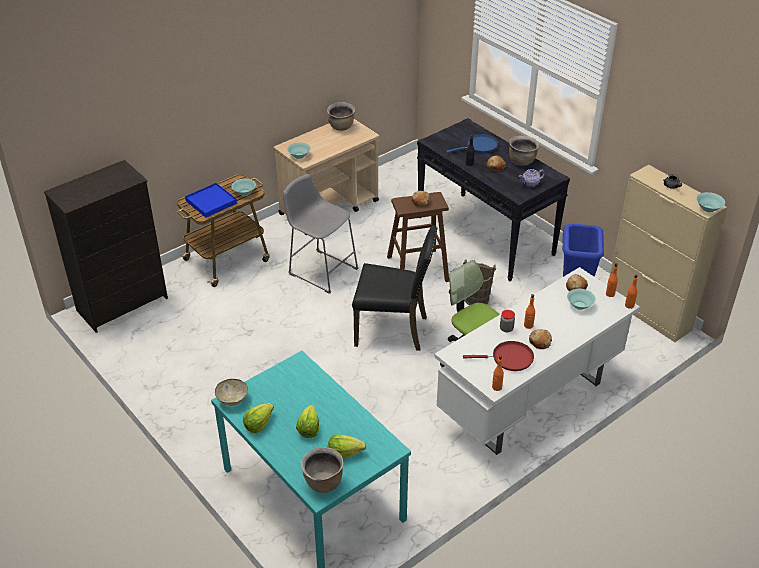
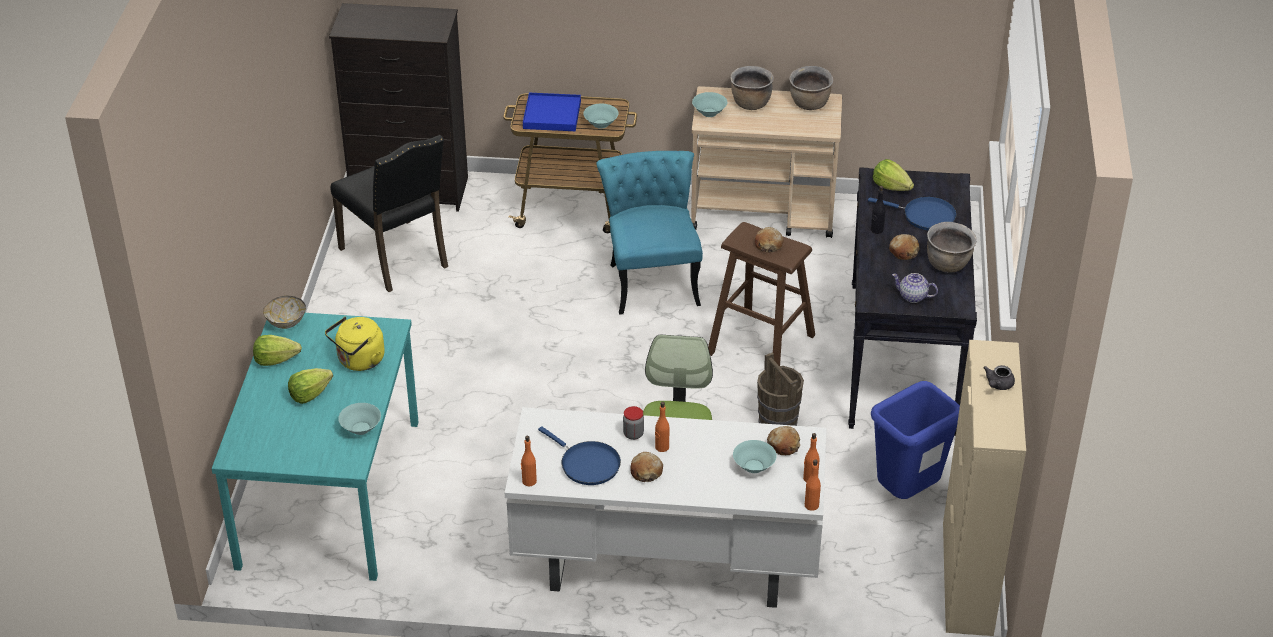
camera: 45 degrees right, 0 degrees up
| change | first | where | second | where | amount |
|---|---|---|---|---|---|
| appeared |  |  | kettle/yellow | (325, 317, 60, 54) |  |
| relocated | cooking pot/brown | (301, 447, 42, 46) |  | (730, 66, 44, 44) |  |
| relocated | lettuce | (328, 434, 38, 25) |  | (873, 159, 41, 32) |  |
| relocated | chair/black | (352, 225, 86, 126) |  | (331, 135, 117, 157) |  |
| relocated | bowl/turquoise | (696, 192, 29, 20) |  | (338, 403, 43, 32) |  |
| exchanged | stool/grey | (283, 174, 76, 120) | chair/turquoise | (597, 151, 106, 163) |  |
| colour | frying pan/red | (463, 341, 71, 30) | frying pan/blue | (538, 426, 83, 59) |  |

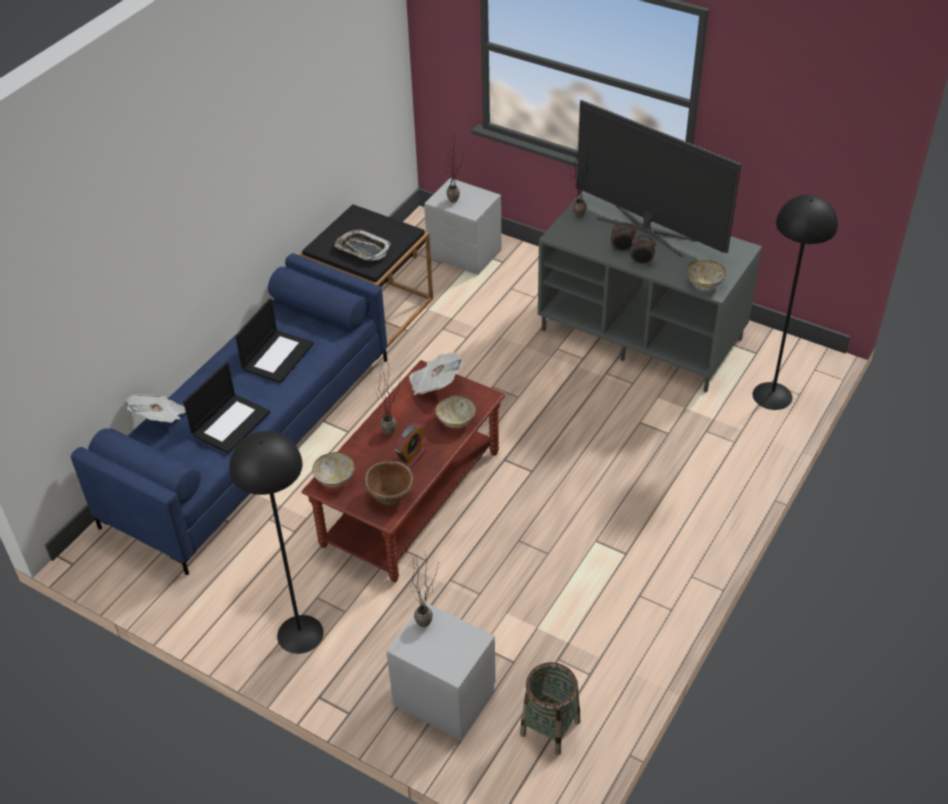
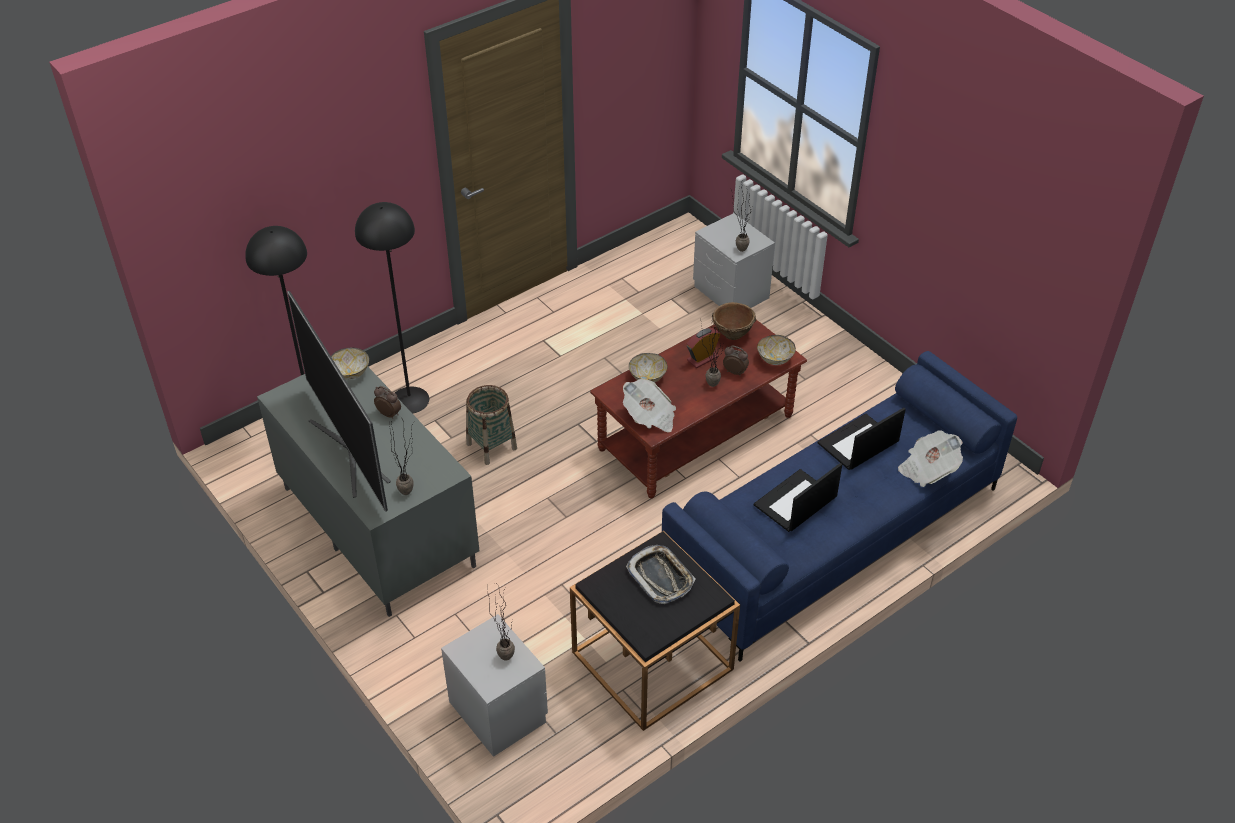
camera: 160 degrees left, 0 degrees up
| change | first | where | second | where | amount |
|---|---|---|---|---|---|
| relocated | floor lamp/black | (229, 431, 94, 223) |  | (355, 202, 74, 212) |  |
| relocated | basket | (520, 662, 60, 93) |  | (466, 385, 51, 80) |  |
| relocated | alarm clock | (611, 222, 25, 30) |  | (723, 345, 26, 31) |  |

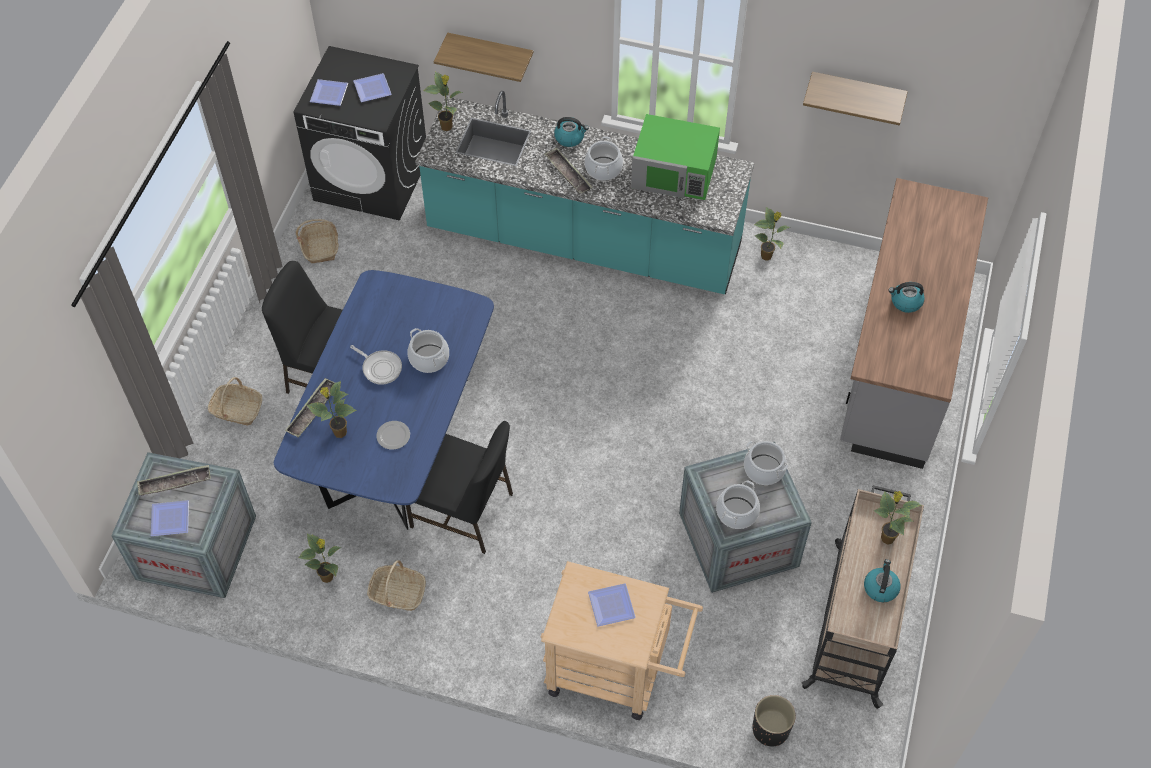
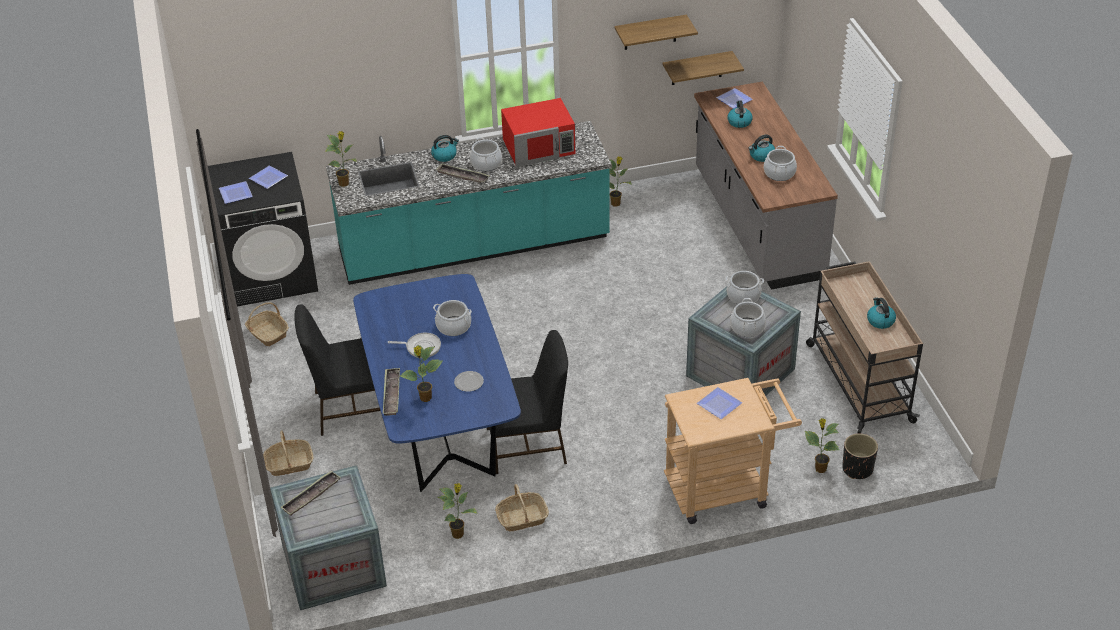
camera: 30 degrees left, 15 degrees down
| change | first | where | second | where | amount |
|---|---|---|---|---|---|
| appeared |  |  | kettle | (727, 100, 26, 28) |  |
| appeared |  |  | cooking pot | (764, 146, 33, 35) |  |
| relocated | plate | (151, 500, 38, 36) |  | (716, 88, 37, 21) |  |
| relocated | shelf | (434, 33, 100, 49) |  | (662, 51, 82, 34) |  |
| relocated | potted plant | (874, 491, 49, 54) |  | (805, 418, 34, 55) |  |
| colour | microwave/green | (631, 114, 89, 86) | microwave/red | (501, 98, 74, 69) |  |

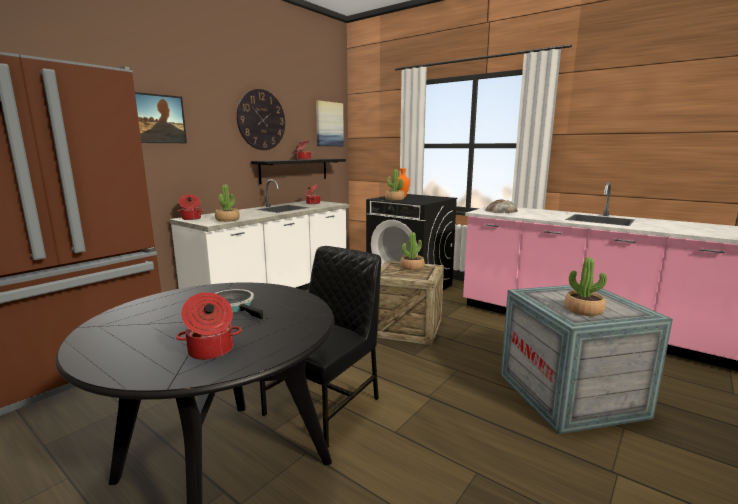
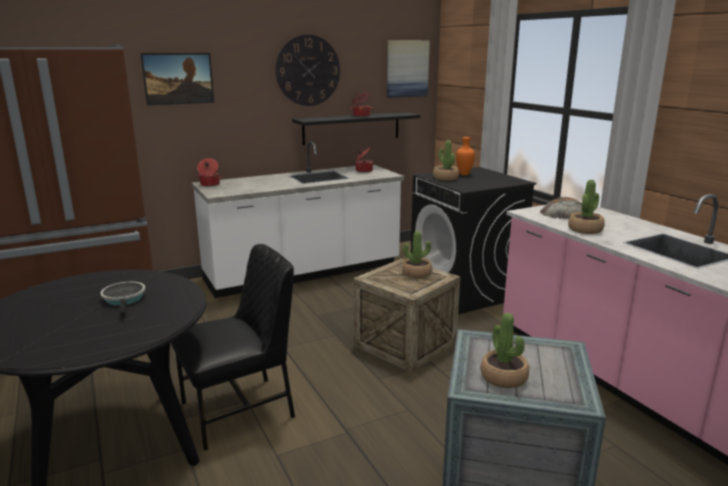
camera: 25 degrees right, 5 degrees up
| change | first | where | second | where | amount |
|---|---|---|---|---|---|
| missing | cooking pot | (176, 292, 66, 68) |  |  |  |
| relocated | potted plant | (215, 184, 25, 38) |  | (568, 180, 37, 54) |  |

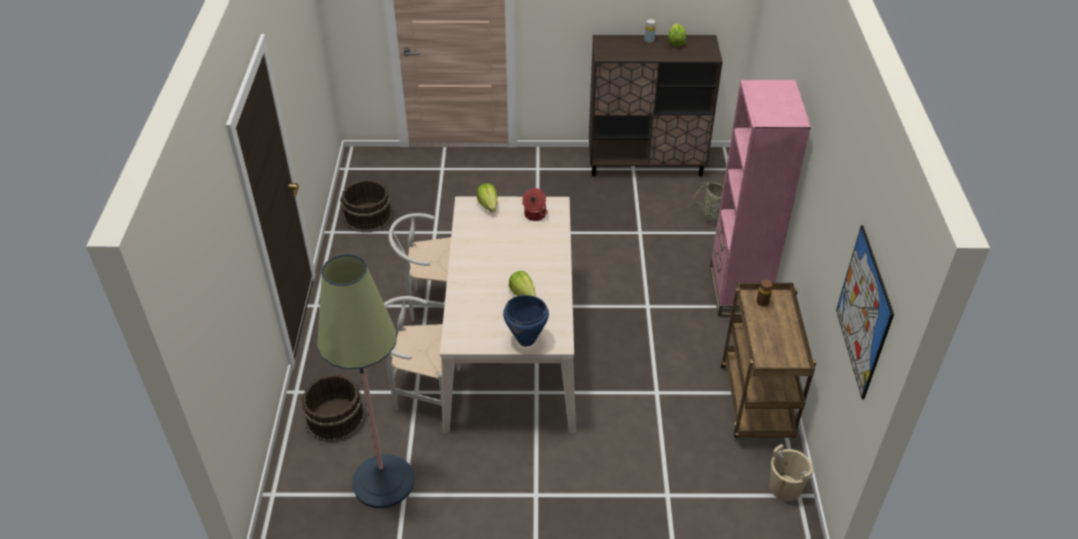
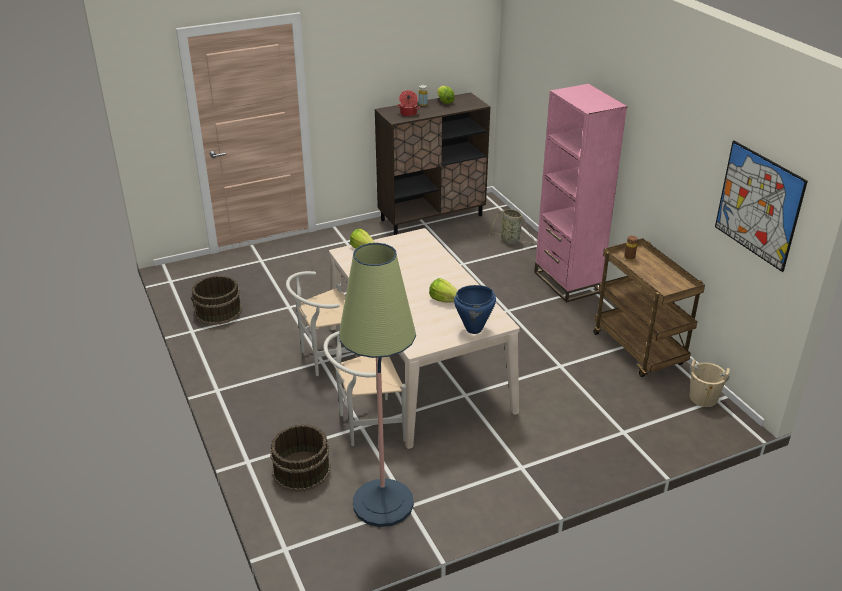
camera: 25 degrees left, 10 degrees down
| change | first | where | second | where | amount |
|---|---|---|---|---|---|
| relocated | cooking pot | (522, 188, 26, 33) |  | (397, 90, 23, 27) |  |

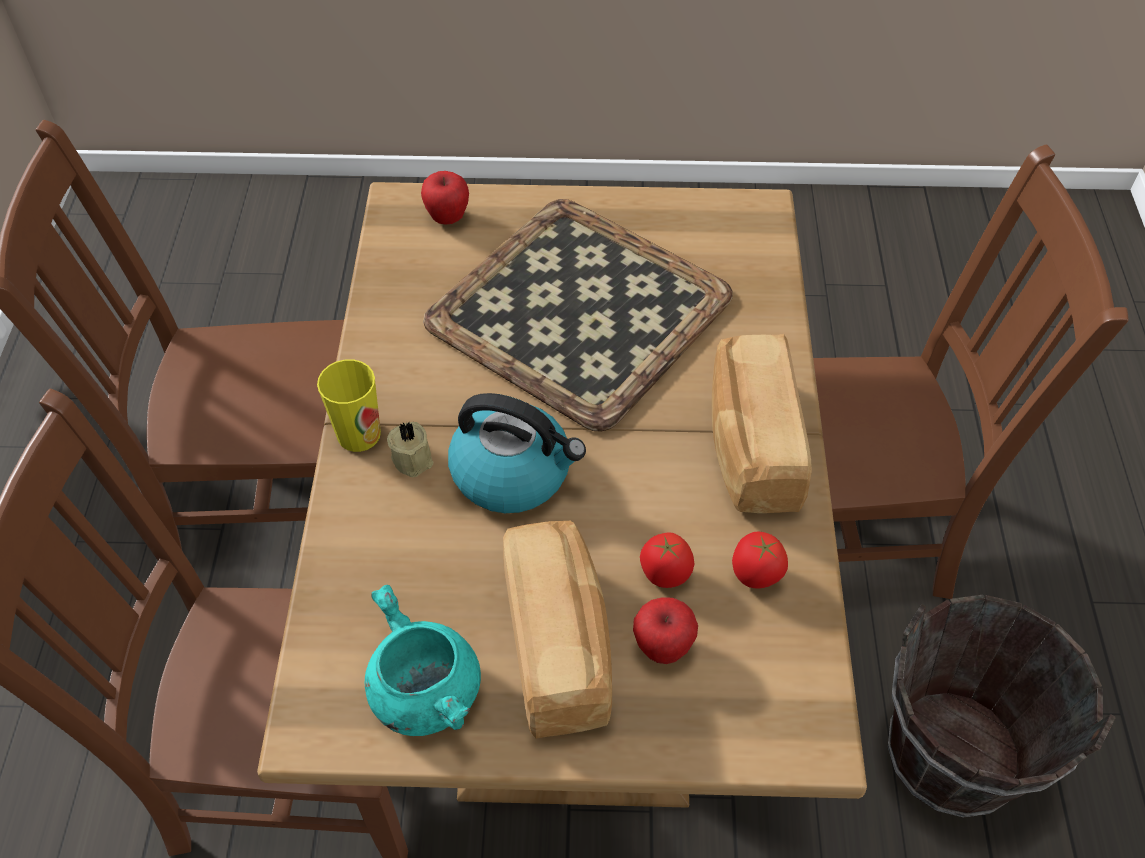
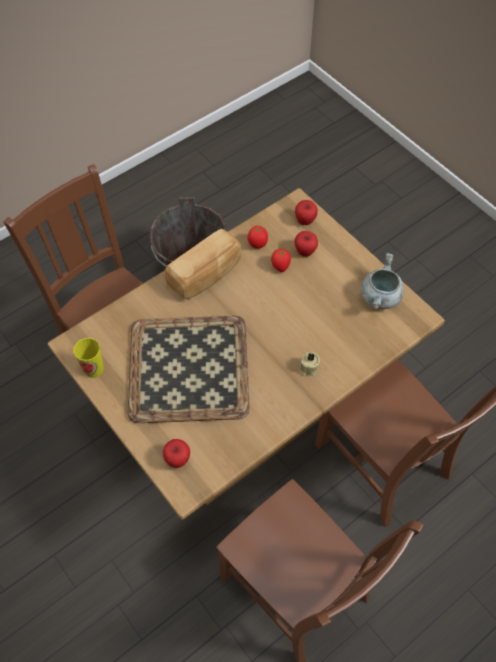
camera: 130 degrees left, 5 degrees up
| change | first | where | second | where | amount |
|---|---|---|---|---|---|
| missing | kettle | (448, 393, 138, 120) |  |  |  |
| missing | bread | (503, 521, 109, 218) |  |  |  |
| appeared |  |  | apple | (295, 200, 23, 25) |  |
| relocated | cup | (317, 359, 64, 93) |  | (74, 338, 30, 40) |  |
| colour | cooking pot/turquoise | (365, 585, 116, 151) | cooking pot/grey | (361, 253, 43, 56) |  |

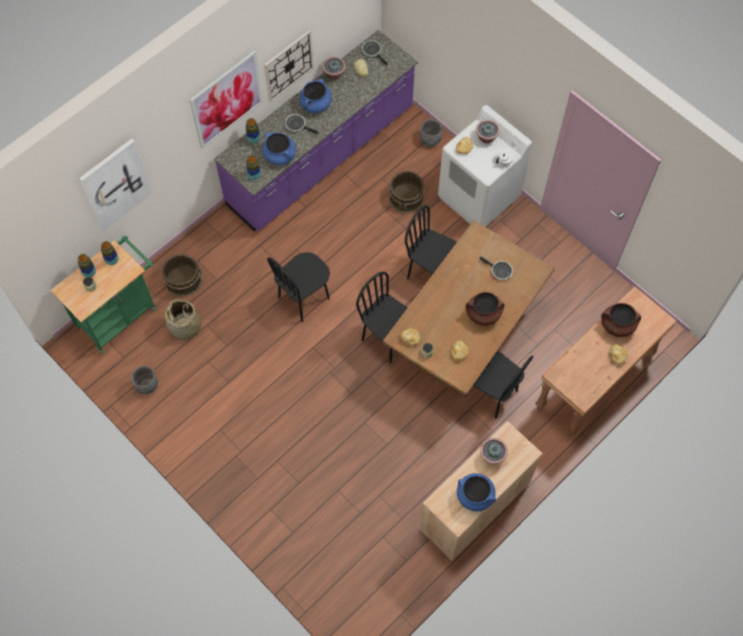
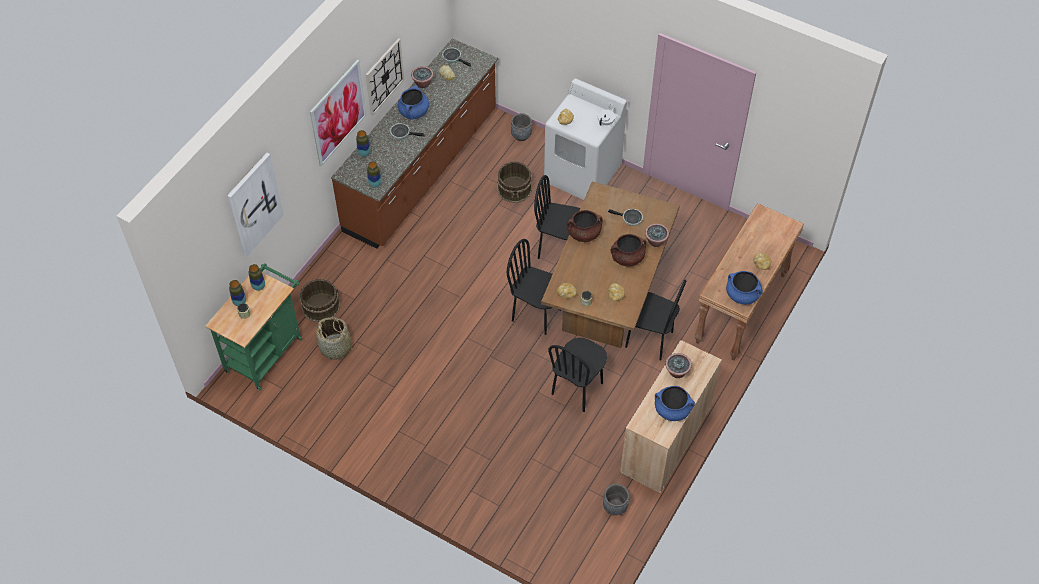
camera: 15 degrees left, 10 degrees down
| change | first | where | second | where | amount |
|---|---|---|---|---|---|
| relocated | planter/grey | (131, 366, 27, 28) |  | (603, 484, 26, 31) |  |
| relocated | cooking pot/blue | (262, 132, 34, 33) |  | (726, 271, 37, 33) |  |
| relocated | chair/black | (267, 252, 63, 70) |  | (548, 338, 59, 74) |  |
| relocated | potted plant | (476, 120, 24, 23) |  | (645, 224, 24, 23) |  |
| relocated | cooking pot/brown | (601, 303, 40, 34) |  | (566, 210, 37, 32) |  |
| colour | counter/purple | (214, 30, 204, 202) | counter/brown | (331, 38, 167, 211) |  |

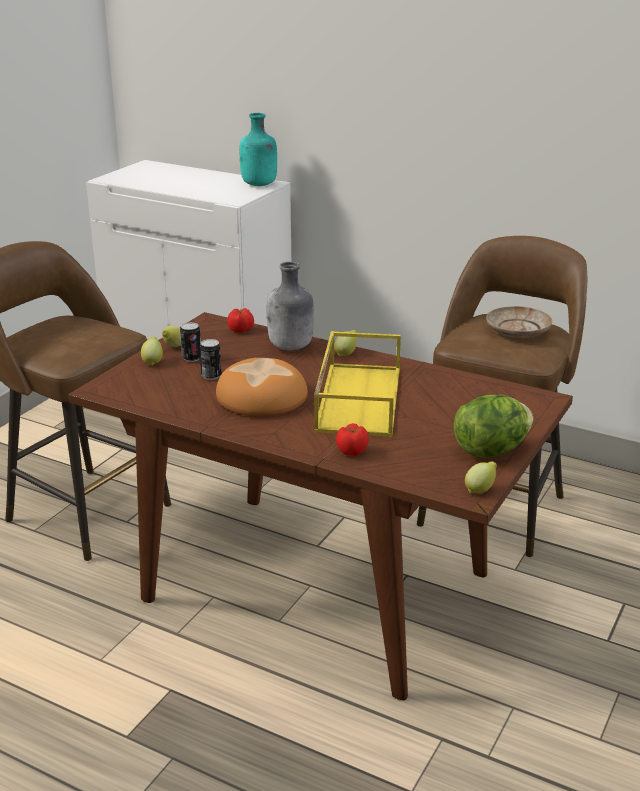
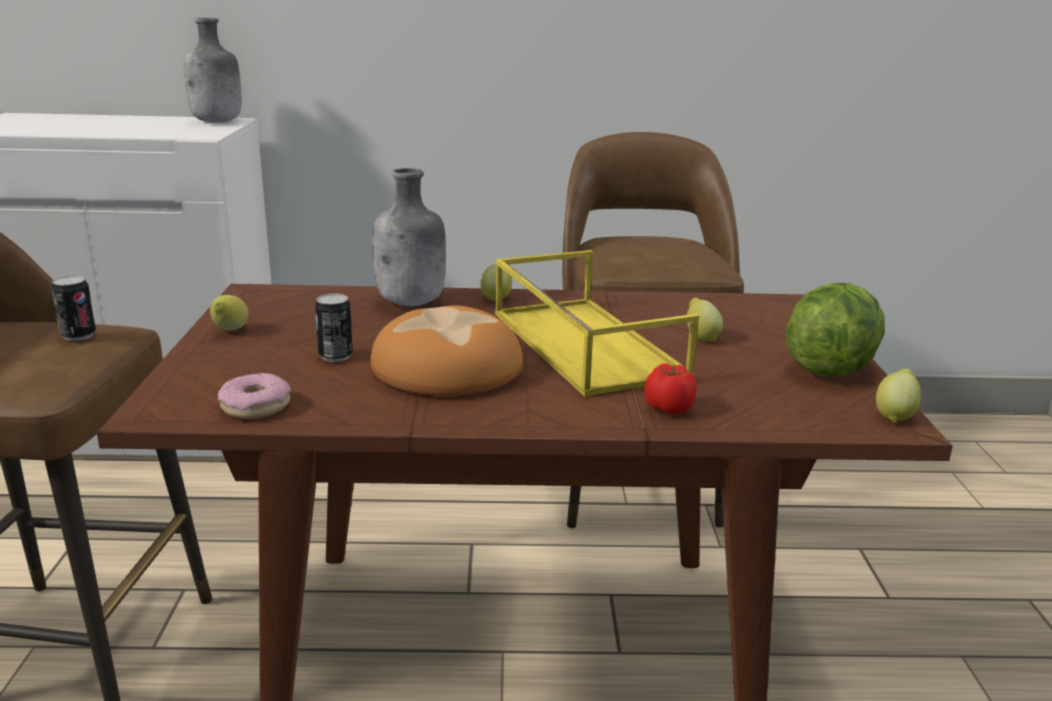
camera: 30 degrees left, 5 degrees down
| change | first | where | second | where | amount |
|---|---|---|---|---|---|
| missing | tomato | (227, 308, 27, 25) |  |  |  |
| missing | plate/beige | (486, 306, 66, 32) |  |  |  |
| appeared |  |  | donut | (218, 373, 73, 46) |  |
| relocated | lemon | (141, 337, 22, 29) |  | (687, 298, 36, 44) |  |
| relocated | can | (180, 322, 21, 40) |  | (51, 275, 45, 66) |  |
| colour | bottle/turquoise | (240, 113, 37, 73) | bottle/grey | (183, 18, 59, 105) |  |

